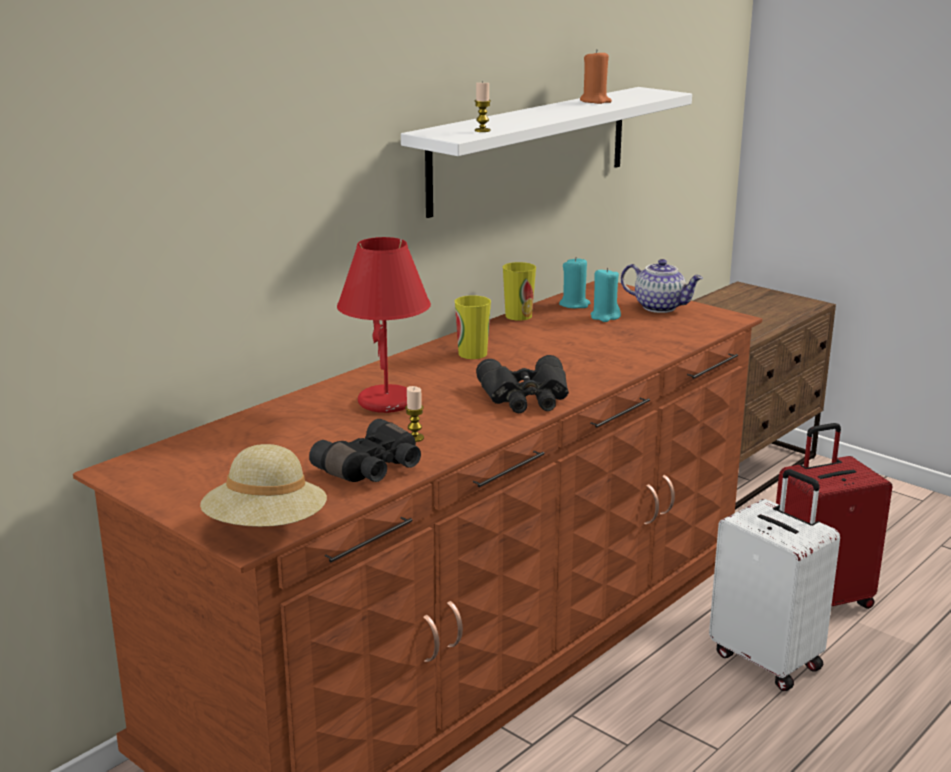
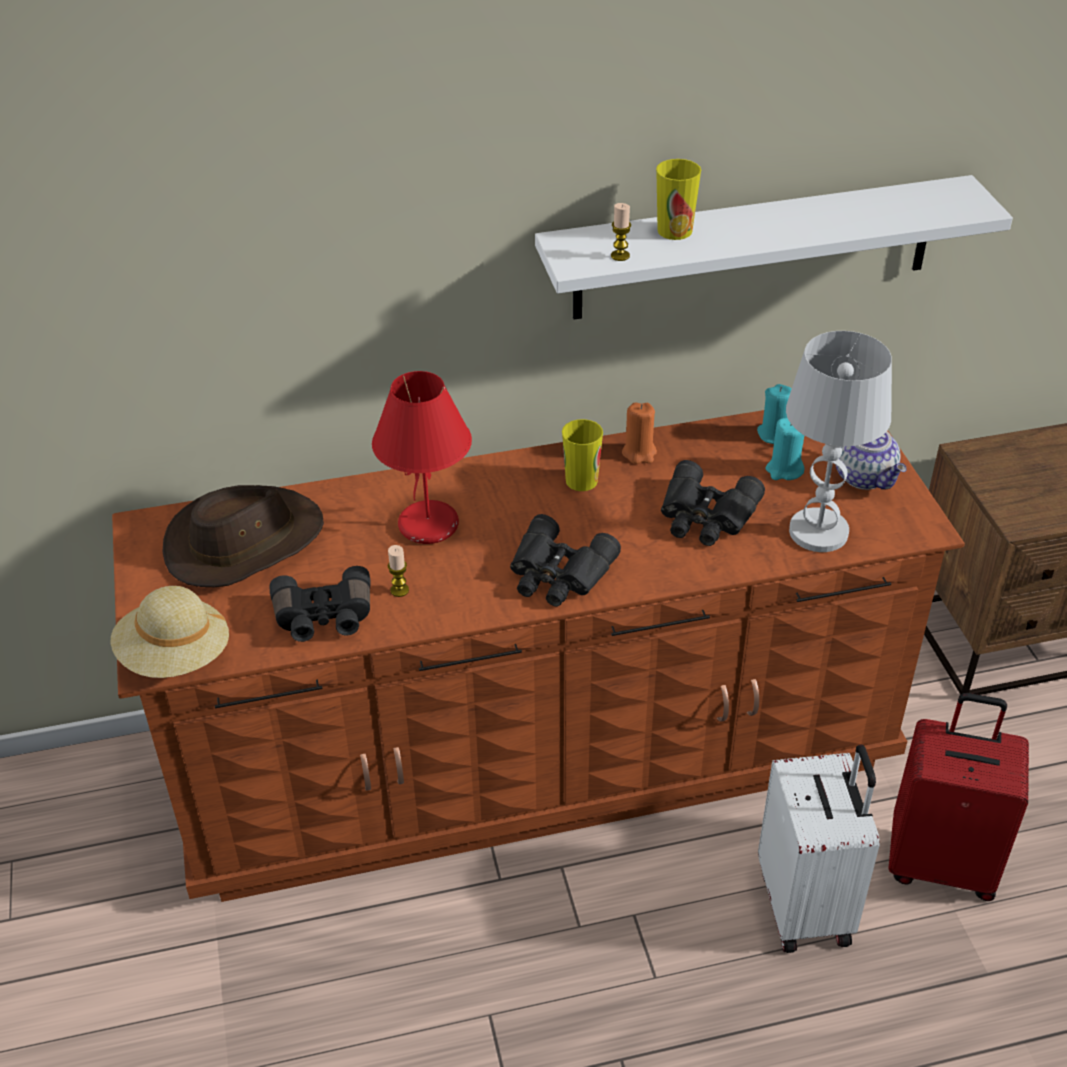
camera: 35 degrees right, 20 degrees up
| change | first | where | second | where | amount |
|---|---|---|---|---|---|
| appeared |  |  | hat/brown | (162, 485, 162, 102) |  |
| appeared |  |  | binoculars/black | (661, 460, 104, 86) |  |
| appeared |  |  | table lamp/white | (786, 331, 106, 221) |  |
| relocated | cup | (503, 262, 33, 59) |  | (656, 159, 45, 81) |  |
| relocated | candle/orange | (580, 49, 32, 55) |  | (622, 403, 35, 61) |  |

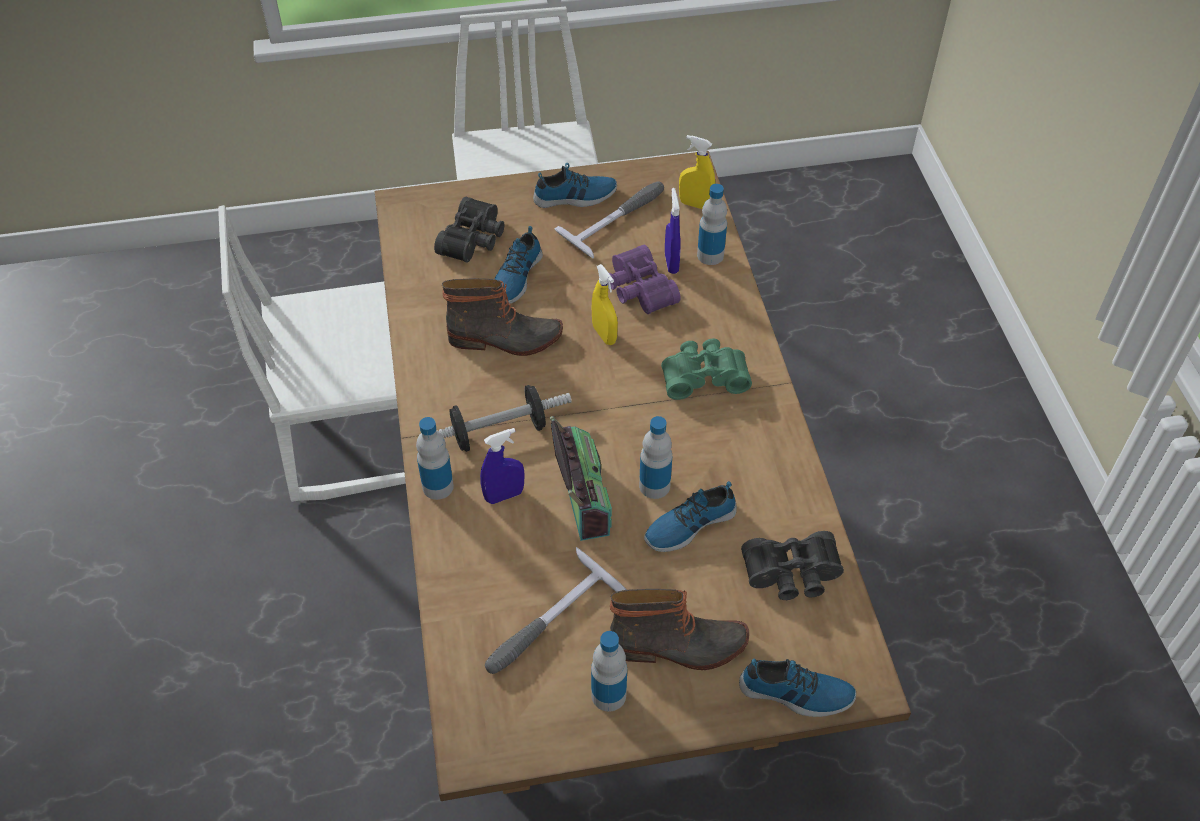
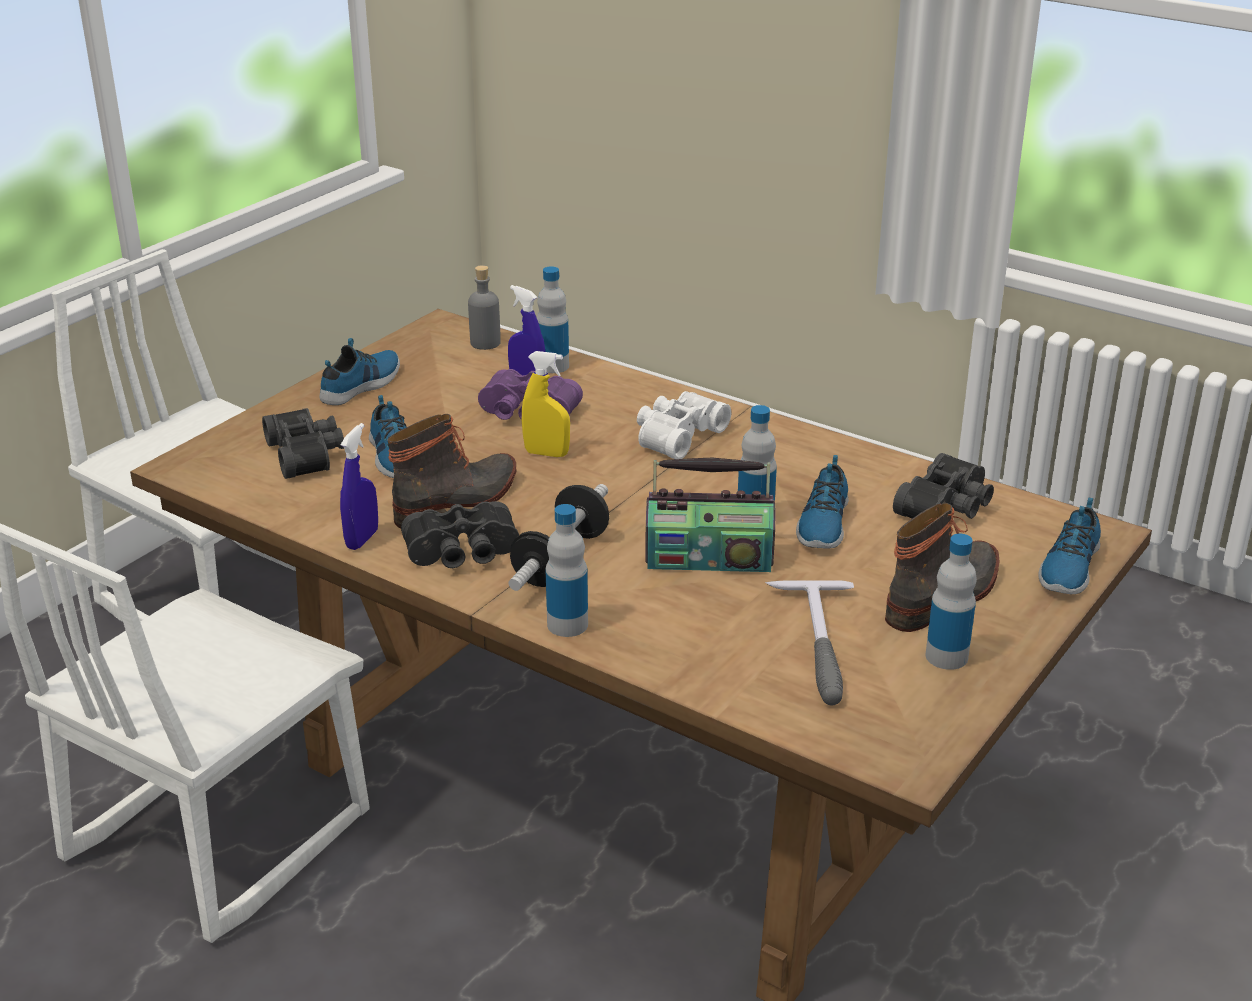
camera: 45 degrees left, 20 degrees down
| change | first | where | second | where | amount |
|---|---|---|---|---|---|
| missing | hammer | (554, 182, 110, 77) |  |  |  |
| appeared |  |  | binoculars/black | (401, 501, 118, 67) |  |
| relocated | spray bottle/blue | (480, 428, 45, 76) |  | (340, 423, 38, 127) |  |
| exchanged | spray bottle/yellow | (679, 135, 36, 74) | bottle/grey | (468, 265, 33, 85) |  |
| colour | binoculars/green | (661, 338, 91, 62) | binoculars/white | (637, 391, 94, 68) |  |
| spun | radio | (550, 416, 62, 125) |  | (645, 458, 130, 114) | 150 degrees clockwise |
| spun | shoe | (739, 659, 117, 58) |  | (1038, 498, 63, 96) | 150 degrees clockwise |

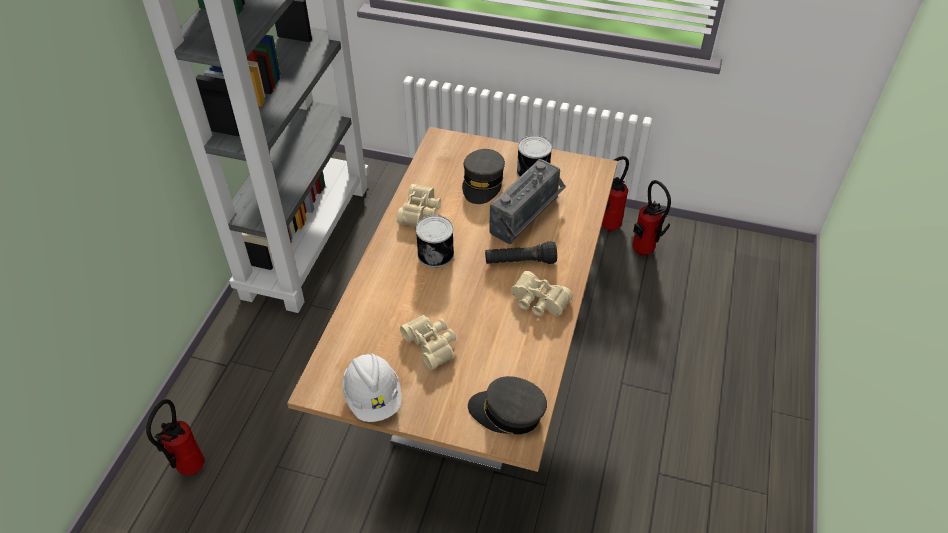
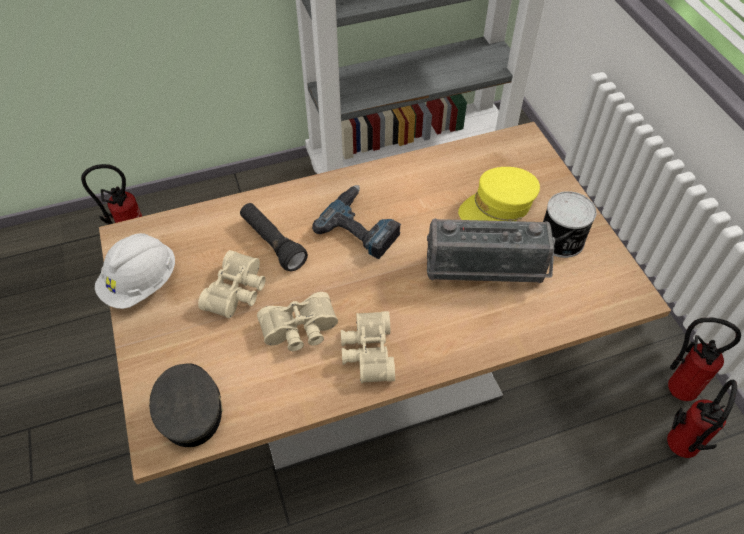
camera: 55 degrees right, 5 degrees up
| change | first | where | second | where | amount |
|---|---|---|---|---|---|
| relocated | binoculars/beige | (397, 184, 44, 42) |  | (257, 292, 81, 59) |  |
| relocated | flashlight/black | (485, 241, 72, 23) |  | (240, 203, 68, 68) |  |
| exchanged | can | (416, 215, 38, 53) | power drill | (312, 185, 89, 74) |  |
| colour | cap/grey | (462, 149, 43, 55) | cap/yellow | (458, 167, 82, 54) |  |

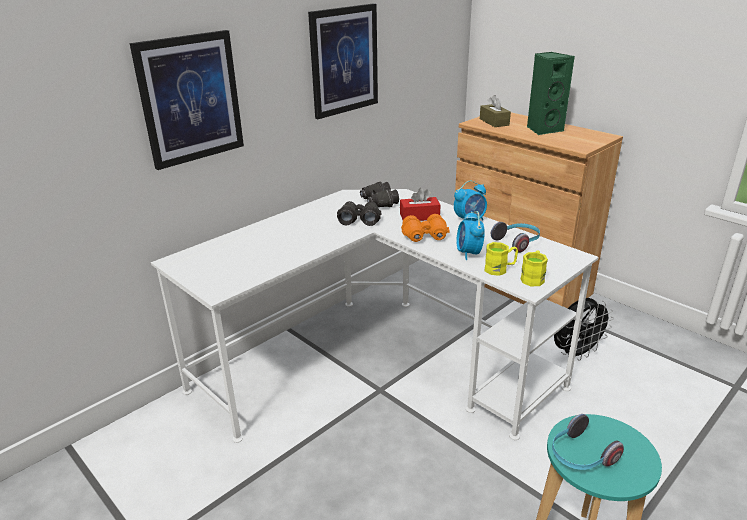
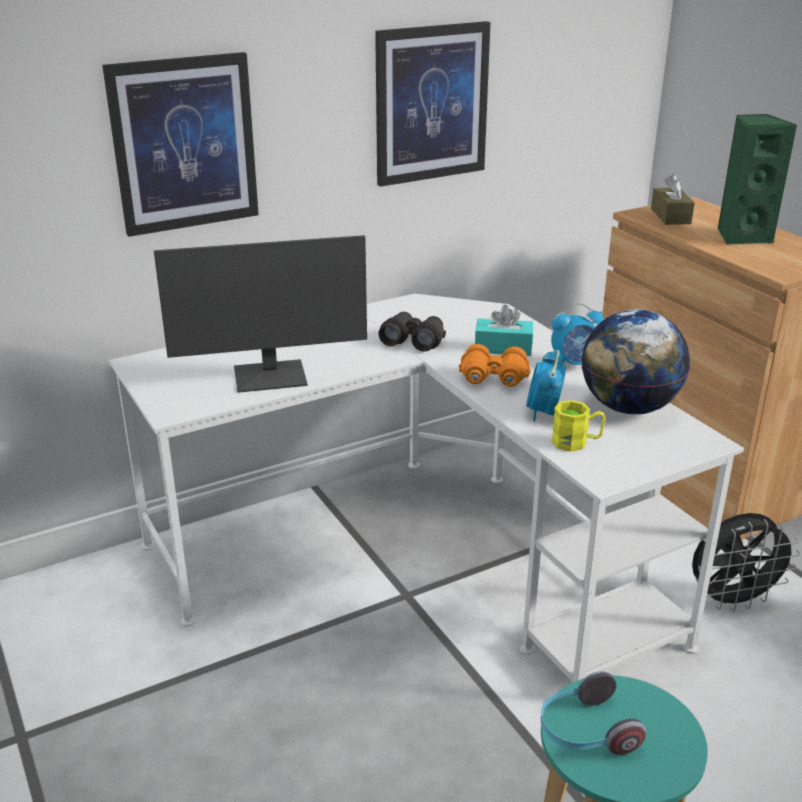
camera: 15 degrees right, 0 degrees up
| change | first | where | second | where | amount |
|---|---|---|---|---|---|
| missing | binoculars/black | (360, 181, 39, 26) |  |  |  |
| missing | mug/yellow | (520, 250, 28, 36) |  |  |  |
| appeared |  |  | monitor | (154, 235, 213, 158) |  |
| exchanged | headphones | (491, 222, 49, 31) | globe | (582, 309, 108, 105) |  |
| colour | tissue box/red | (400, 188, 40, 33) | tissue box/turquoise | (474, 305, 59, 51) |  |

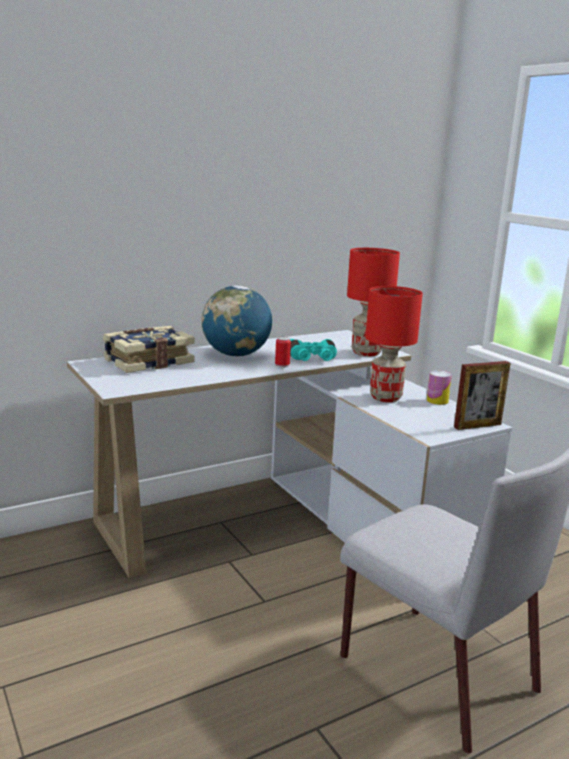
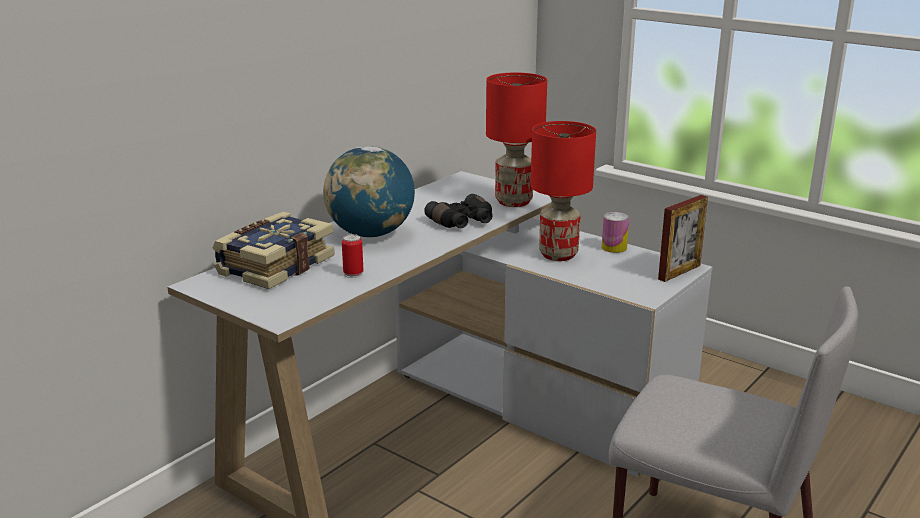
camera: 20 degrees left, 5 degrees up
| change | first | where | second | where | amount |
|---|---|---|---|---|---|
| relocated | can | (275, 336, 16, 32) |  | (342, 234, 21, 44) |  |
| colour | binoculars/turquoise | (290, 339, 47, 22) | binoculars/black | (424, 194, 68, 34) |  |

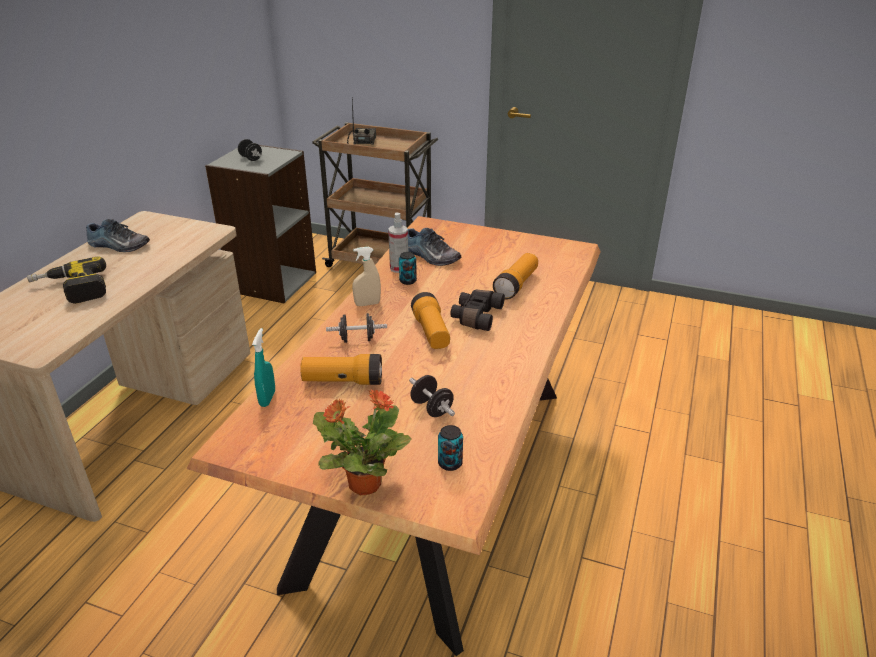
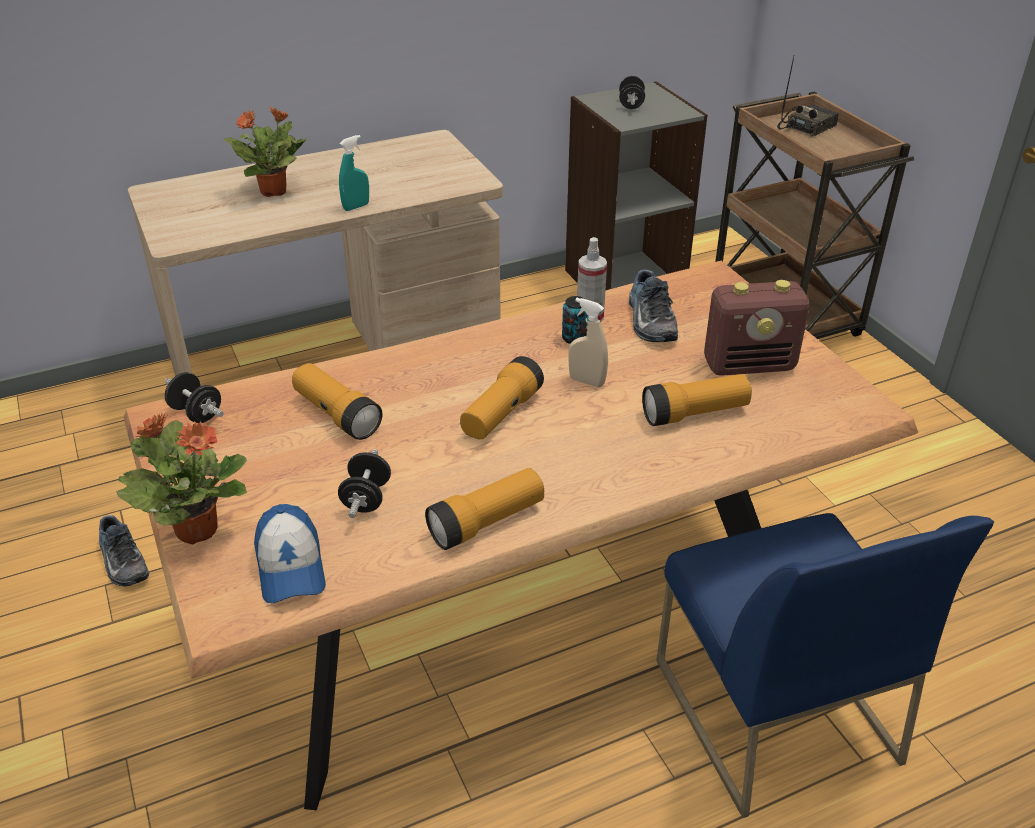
camera: 45 degrees right, 5 degrees up
| change | first | where | second | where | amount |
|---|---|---|---|---|---|
| missing | binoculars/black | (450, 290, 55, 41) |  |  |  |
| appeared |  |  | flashlight | (425, 468, 119, 82) |  |
| appeared |  |  | chair/blue | (656, 513, 338, 305) |  |
| appeared |  |  | radio | (704, 280, 106, 96) |  |
| relocated | shoe | (86, 219, 64, 33) |  | (99, 515, 50, 71) |  |
| relocated | spray bottle/turquoise | (252, 328, 23, 79) |  | (339, 135, 30, 76) |  |
| relocated | dumbbell/black | (326, 313, 61, 30) |  | (165, 372, 59, 51) |  |
| relocated | spray bottle/beige | (352, 247, 29, 59) |  | (569, 298, 39, 89) |  |
| exchanged | power drill | (27, 256, 79, 48) | potted plant | (224, 107, 83, 90) |  |
| exchanged | can | (438, 425, 25, 46) | cap | (254, 504, 72, 99) |  |

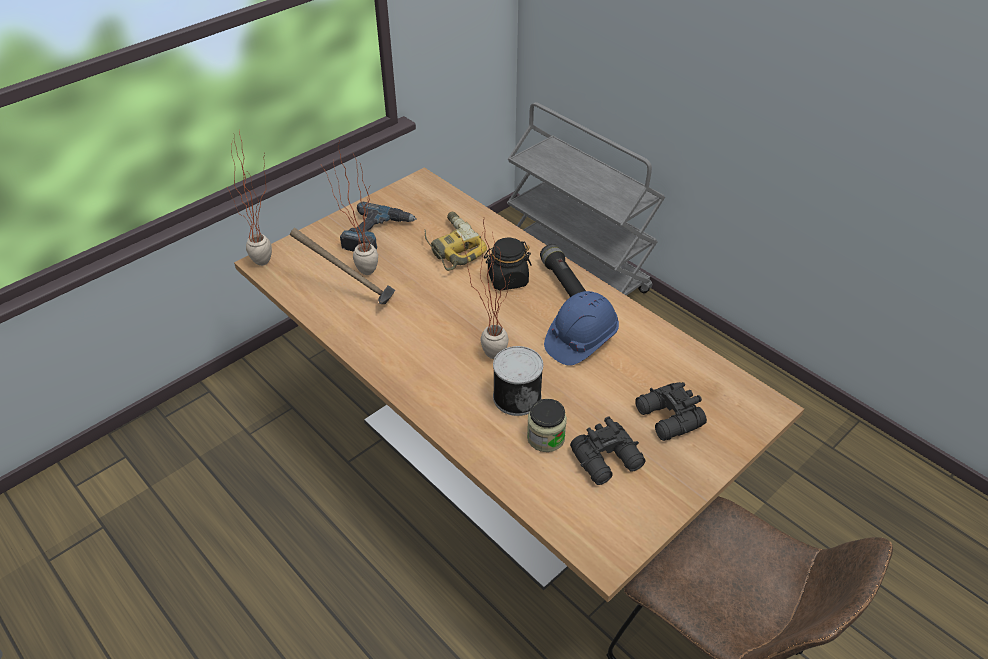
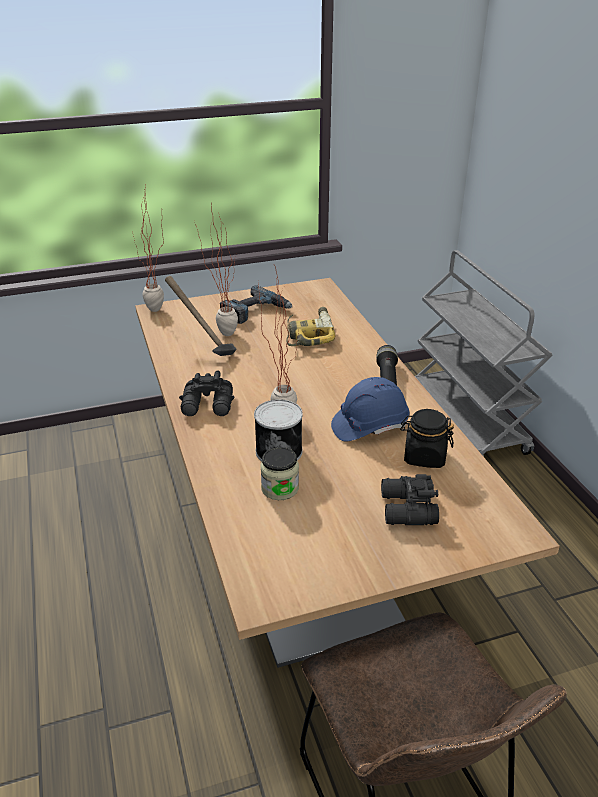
camera: 25 degrees right, 10 degrees down
| change | first | where | second | where | amount |
|---|---|---|---|---|---|
| relocated | jar/black | (484, 238, 48, 52) |  | (400, 409, 54, 59) |  |
| relocated | binoculars/black | (570, 417, 75, 68) |  | (179, 370, 55, 46) |  |

